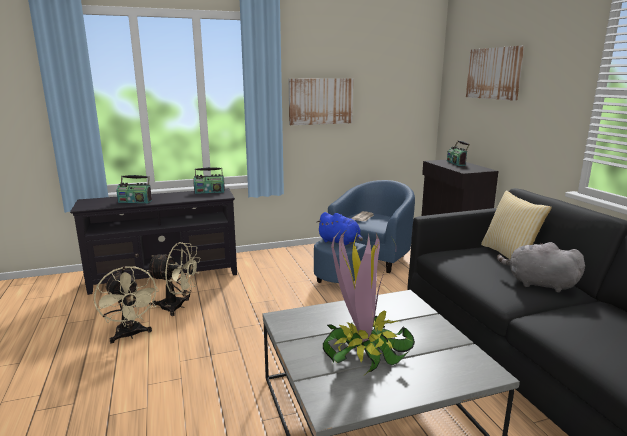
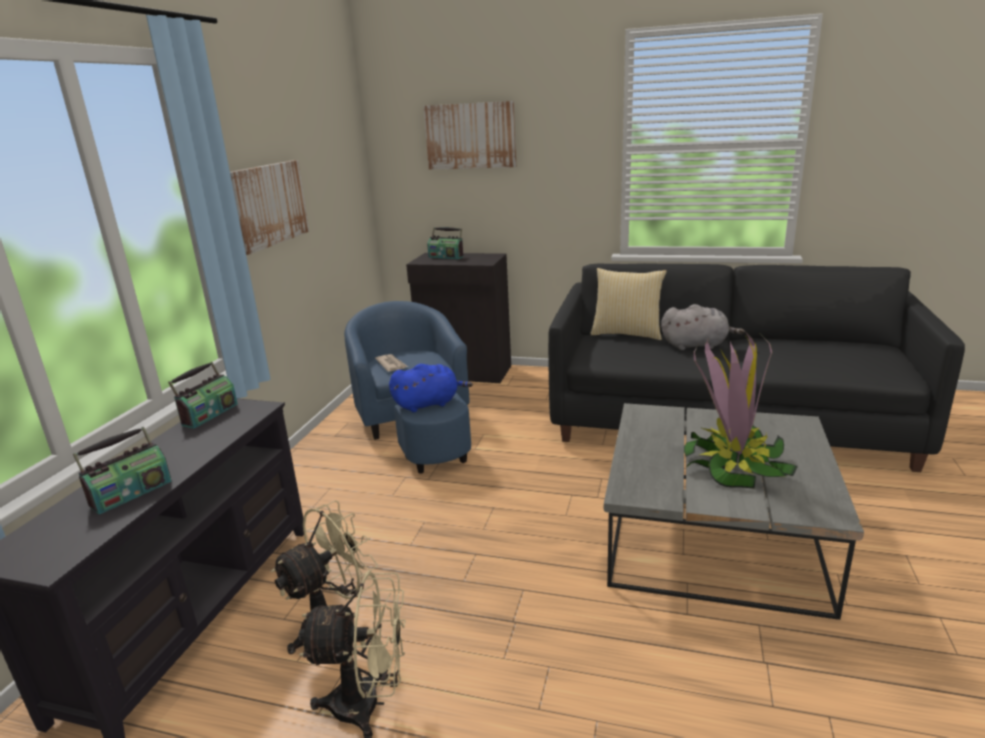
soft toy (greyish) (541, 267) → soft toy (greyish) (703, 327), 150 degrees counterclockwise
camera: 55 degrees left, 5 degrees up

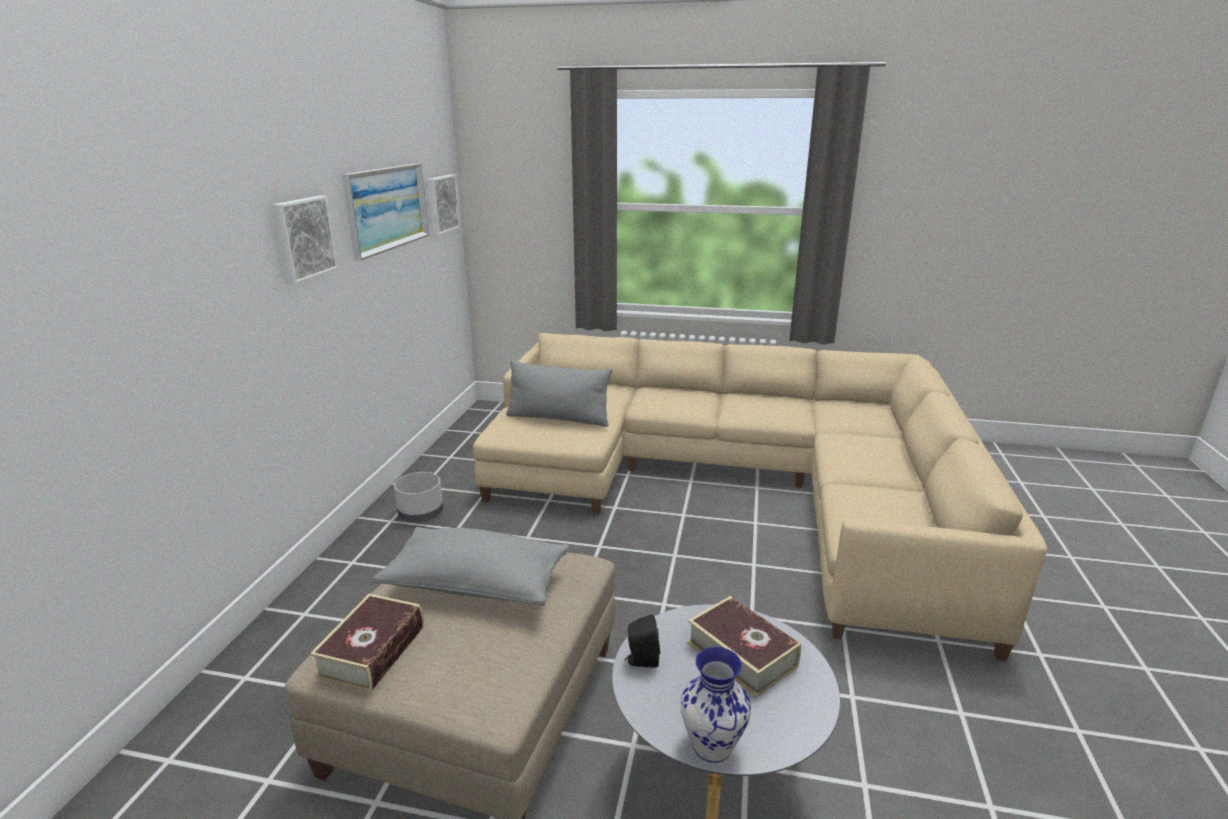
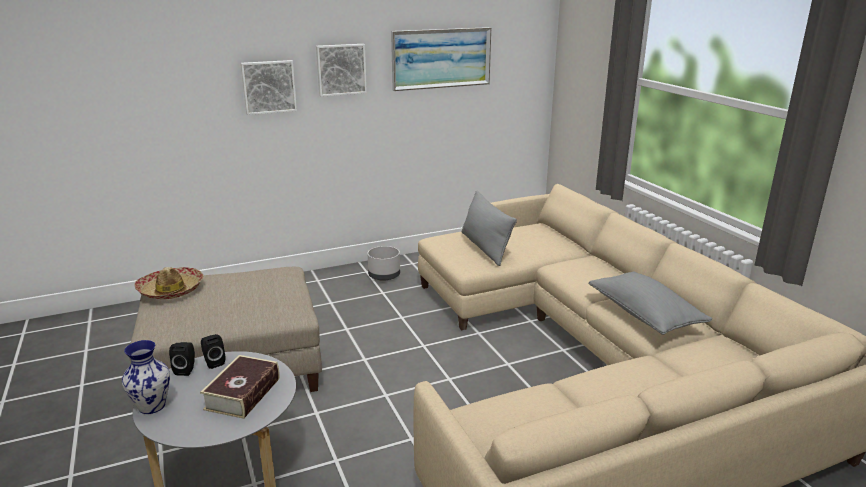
wall art (443, 205) → wall art (269, 87), moved
pillow (greyish) (471, 566) → pillow (greyish) (650, 303), moved
volume (367, 643) → wearable hat (169, 283)
- → speaker (black-coloured) (182, 359)
camera: 55 degrees right, 0 degrees up

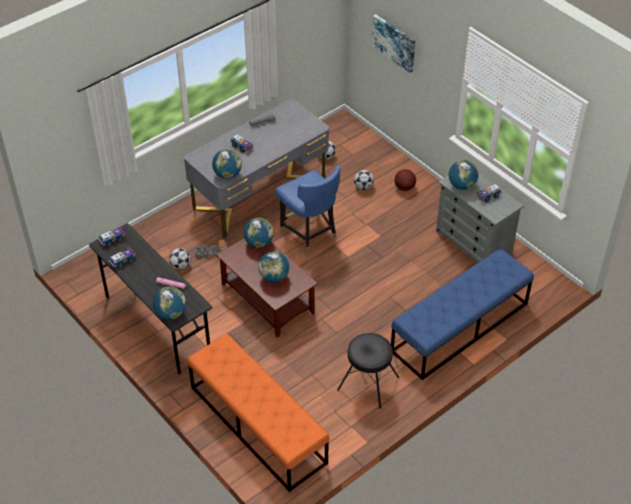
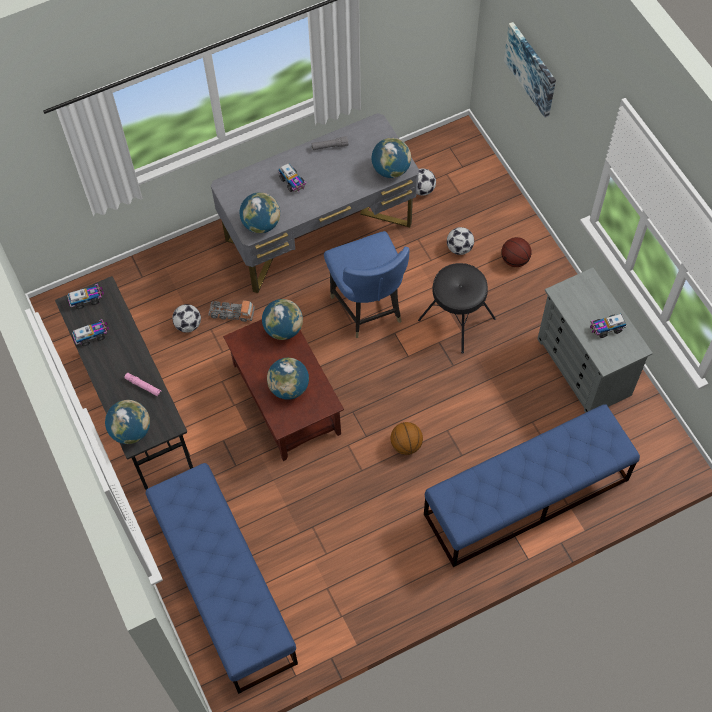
desk globe (464, 175) → desk globe (391, 158), moved
sitting stool (black-coloured) (368, 371) → sitting stool (black-coloured) (457, 308), moved
long seat (orangey) (258, 413) → long seat (blue) (221, 578)
- → basketball (407, 438)
camera: 15 degrees right, 15 degrees up

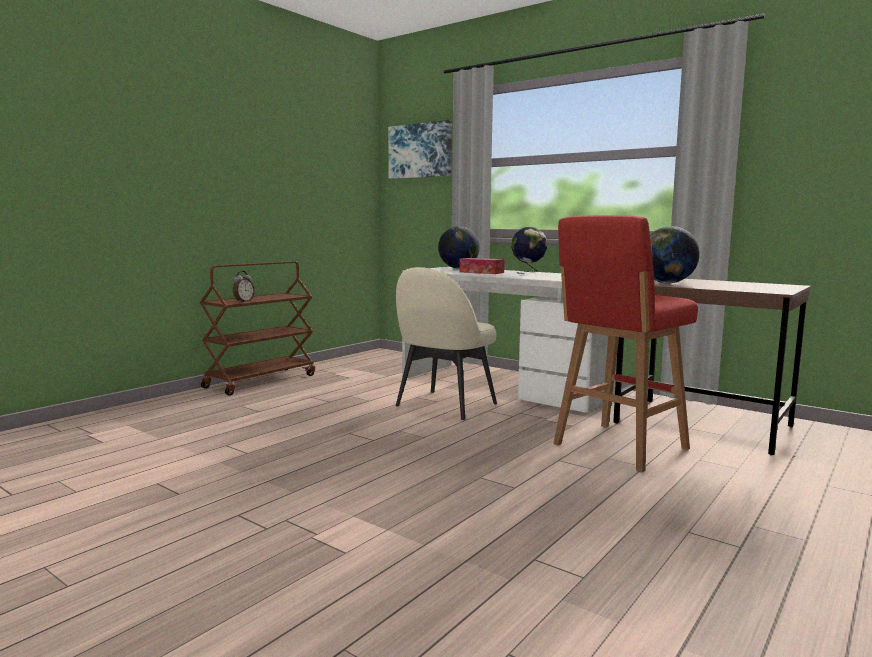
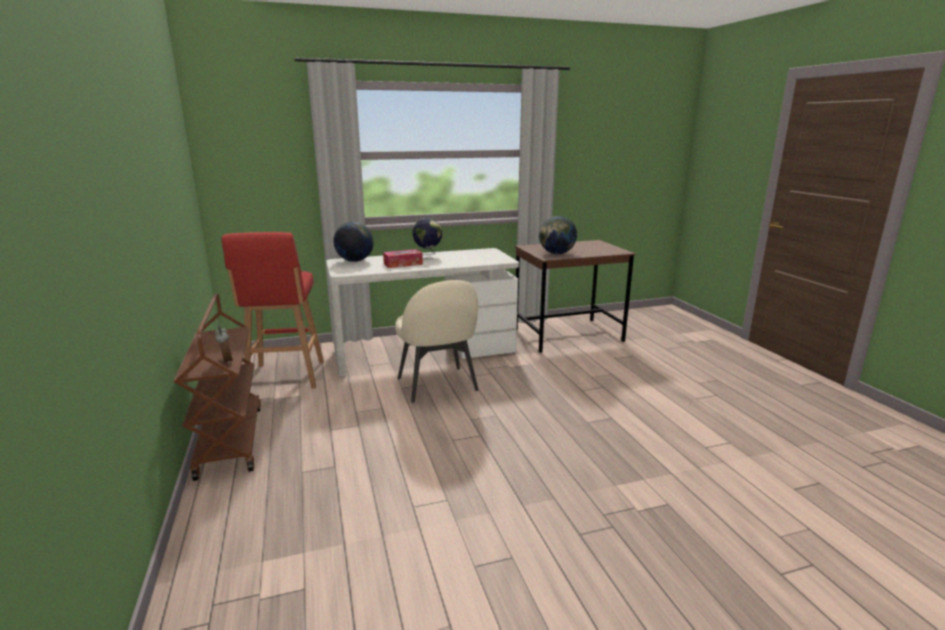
wall art (420, 149) → -
sitting stool (red-coloured) (625, 343) → sitting stool (red-coloured) (273, 310), moved
camera: 55 degrees left, 10 degrees up

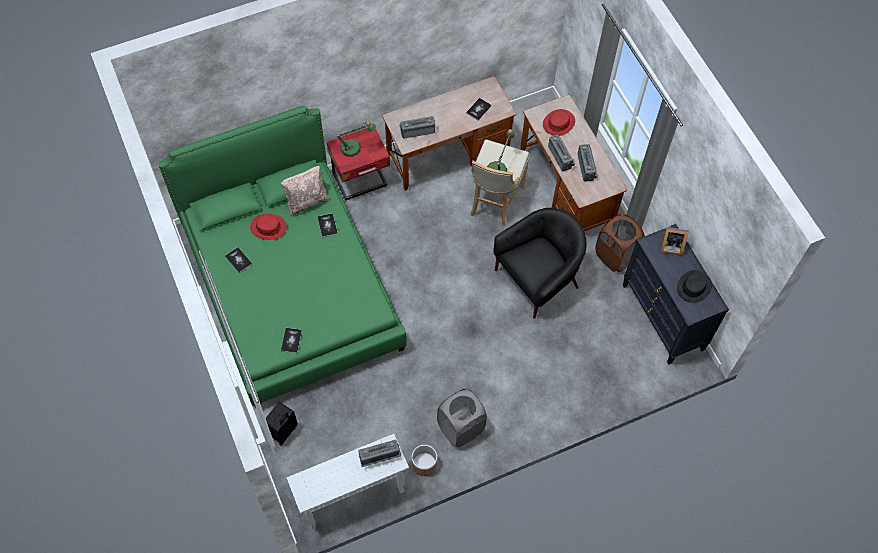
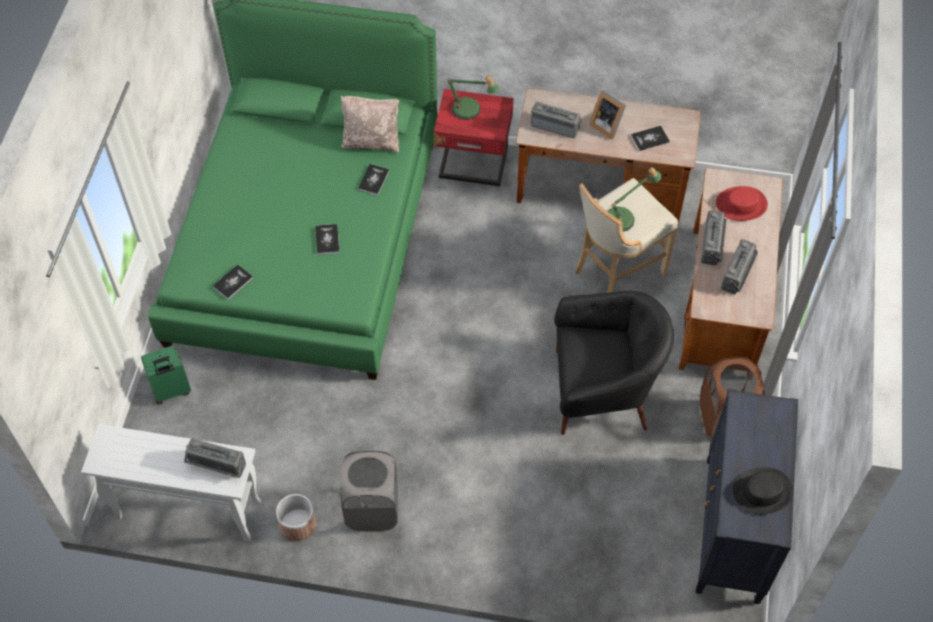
wearable hat (red-coloured) (268, 227) → -
picture frame (674, 241) → picture frame (608, 115), moved
volume (238, 260) → volume (327, 239), moved
piece of luggage (black-coloured) (282, 424) → piece of luggage (green-coloured) (166, 375)
camera: 35 degrees right, 5 degrees down

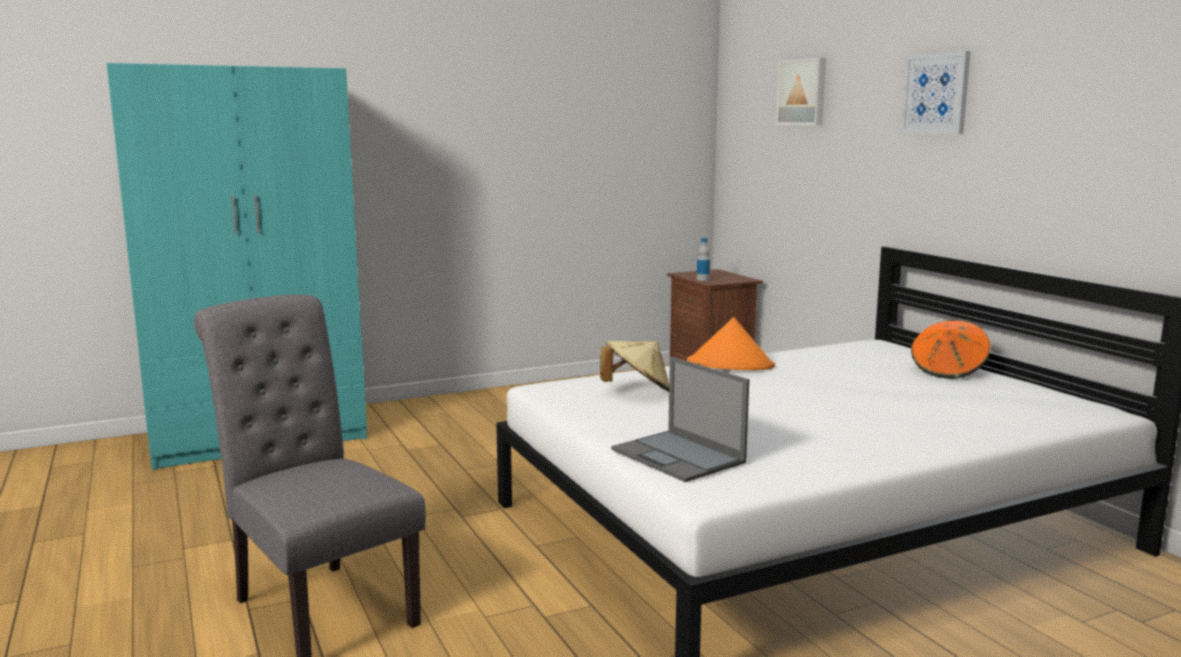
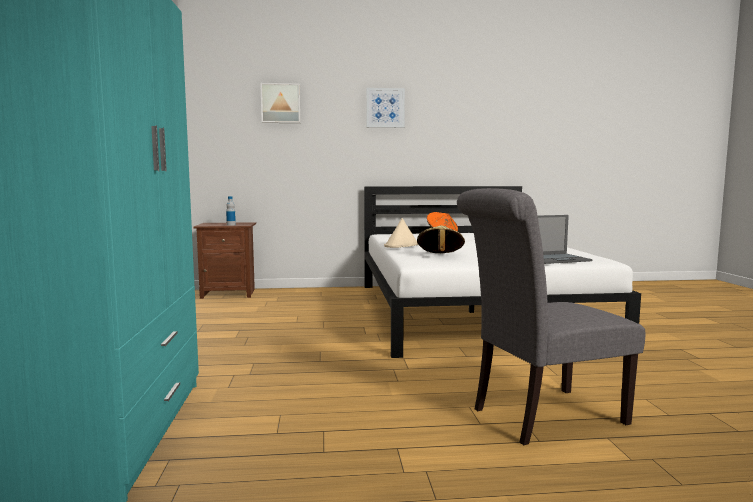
wearable hat (orangey) (731, 343) → wearable hat (beige-coloured) (401, 233)
camera: 70 degrees left, 5 degrees down

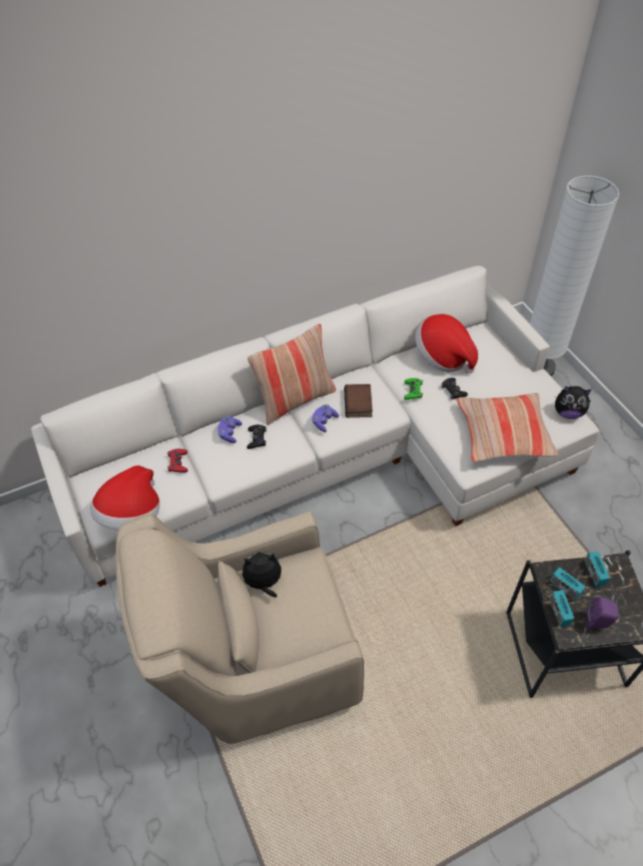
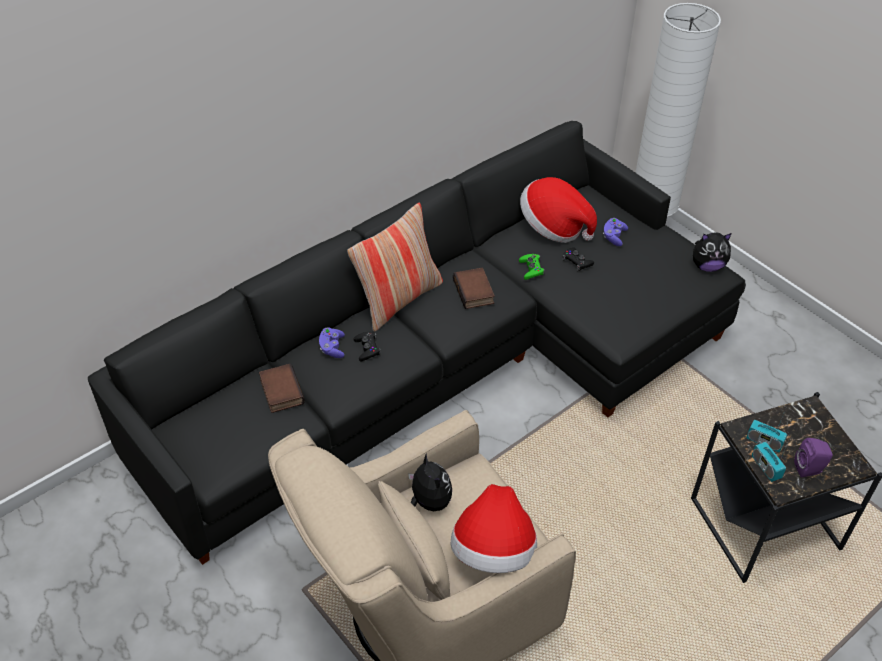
settee (white) (315, 426) → settee (black-coloured) (417, 343)
pillow (507, 427) → -
joypad (purple) (325, 418) → joypad (purple) (615, 232), moved
joypad (red-coloured) (177, 461) → volume (282, 388)
wearable hat (125, 497) → wearable hat (494, 528), moved
soft toy (261, 574) → soft toy (430, 482), 90 degrees clockwise
radio set (600, 569) → -
camera: 15 degrees left, 5 degrees down

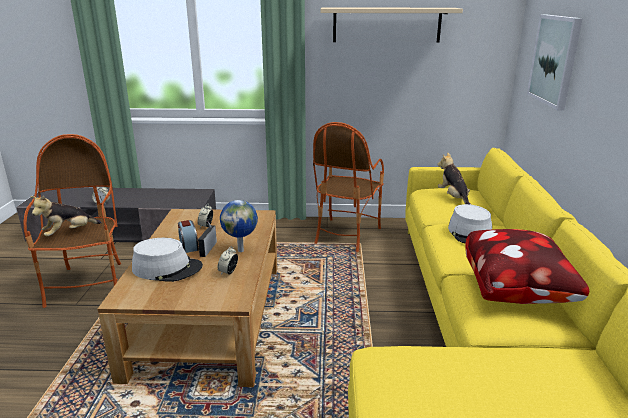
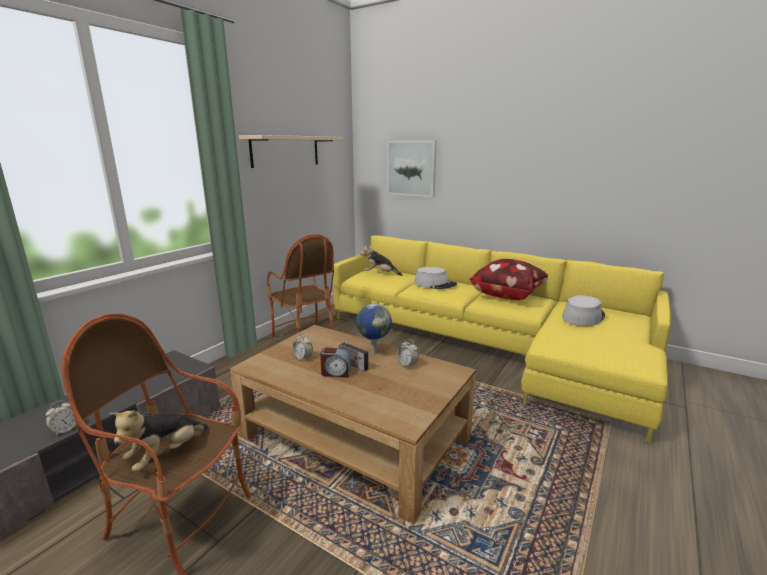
soft toy (66, 216) → soft toy (158, 441), 45 degrees clockwise
wearable hat (greyish) (167, 260) → wearable hat (greyish) (583, 310), moved
camera: 60 degrees left, 5 degrees down

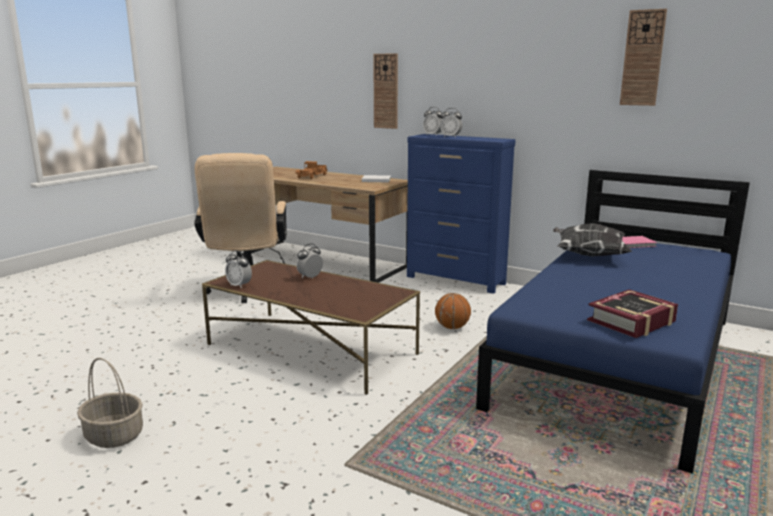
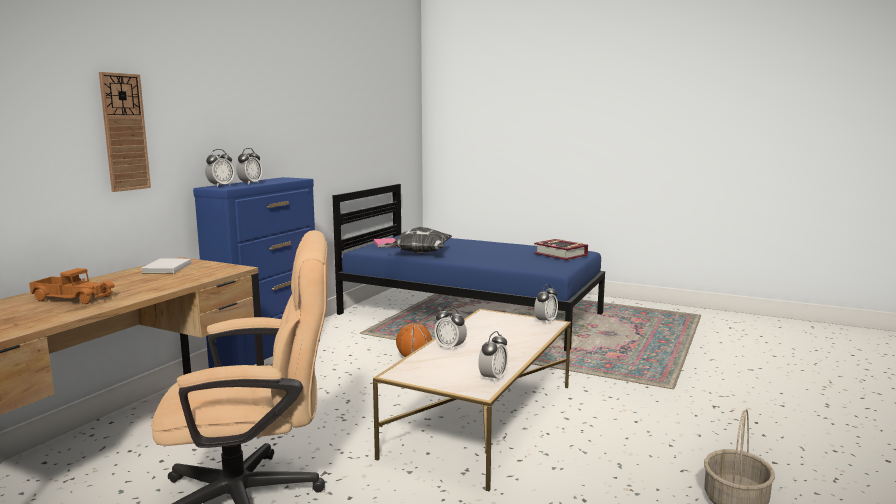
clock on the wall (643, 57) → -
lounge table (brown) (311, 327) → lounge table (white) (472, 400)
- → alarm clock (546, 304)
camera: 95 degrees left, 5 degrees down

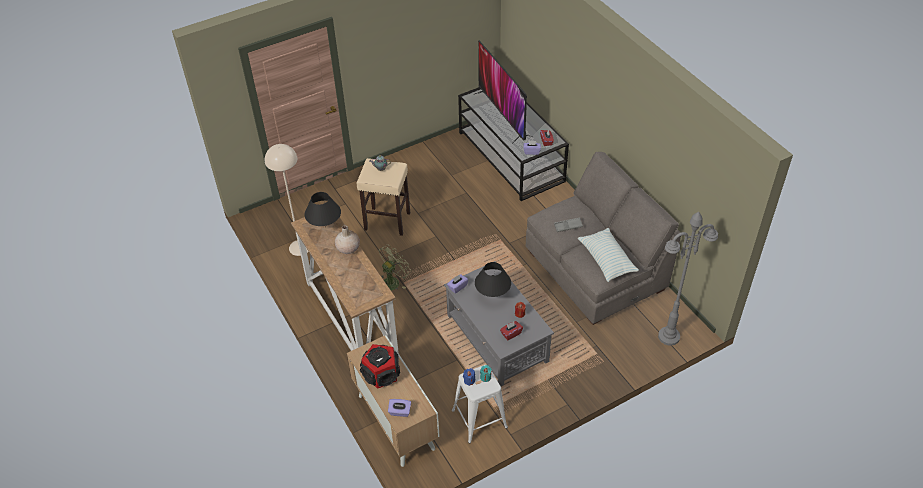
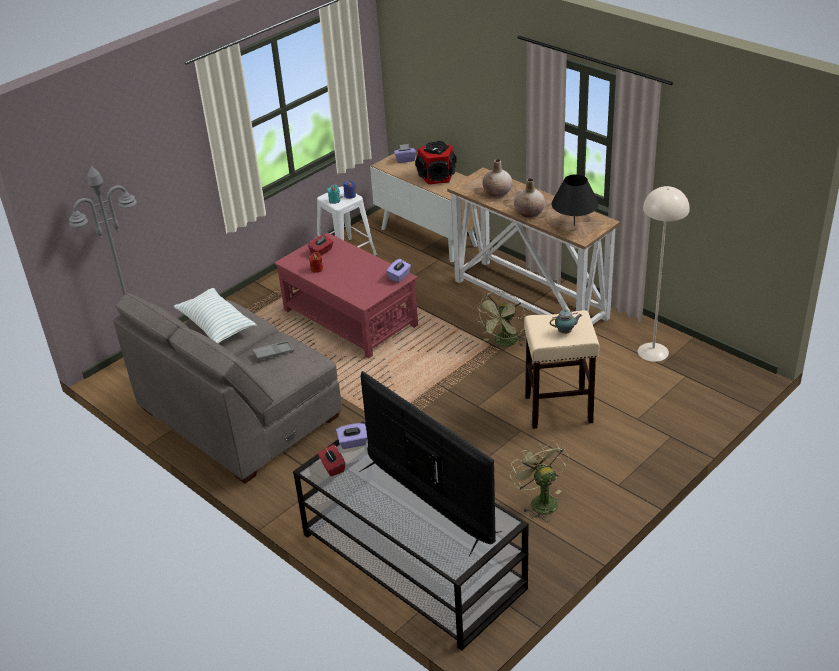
lounge table (greyish) (499, 323) → lounge table (red-coloured) (346, 295)
tabletop lamp (black-coloured) (493, 279) → -
- → decorative vase (beige-coloured) (497, 178)
- → cooling fan (green-coloured) (539, 481)
camera: 165 degrees right, 10 degrees down

